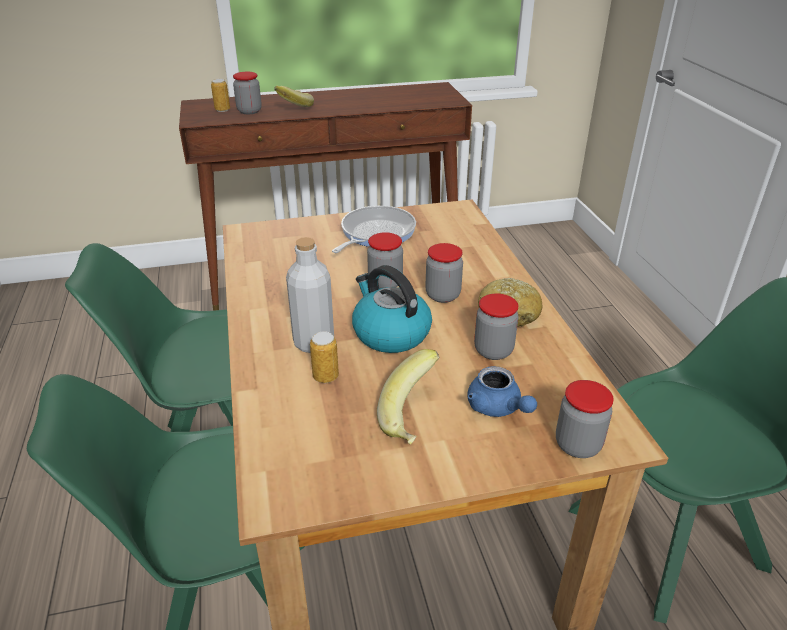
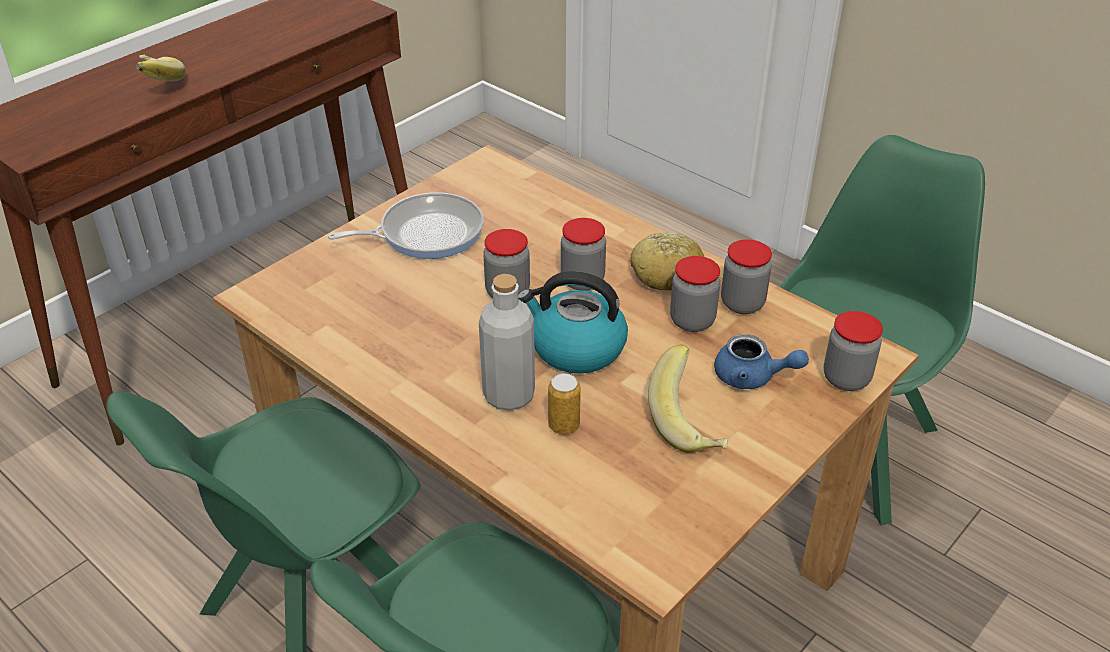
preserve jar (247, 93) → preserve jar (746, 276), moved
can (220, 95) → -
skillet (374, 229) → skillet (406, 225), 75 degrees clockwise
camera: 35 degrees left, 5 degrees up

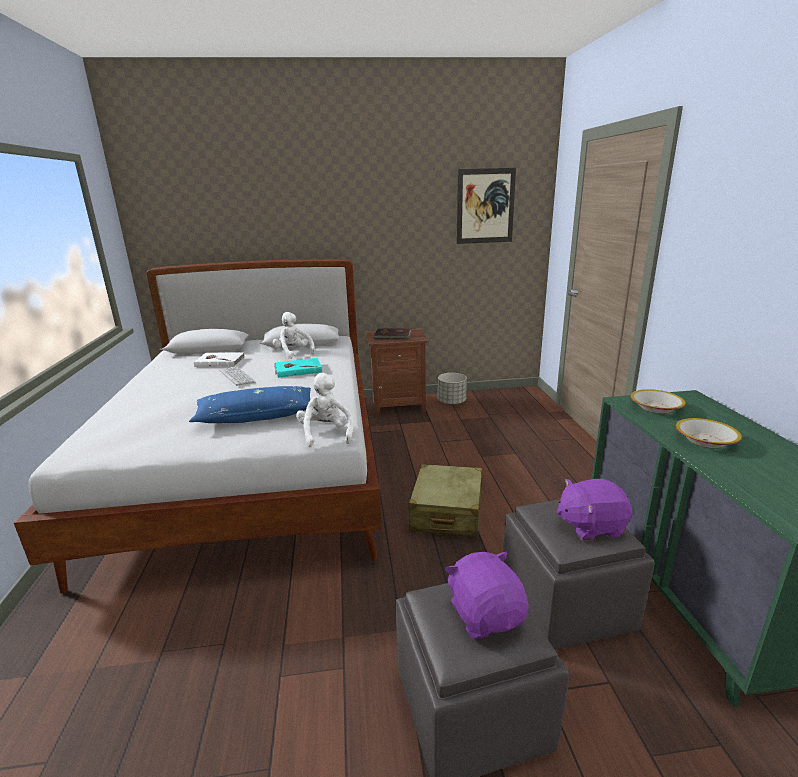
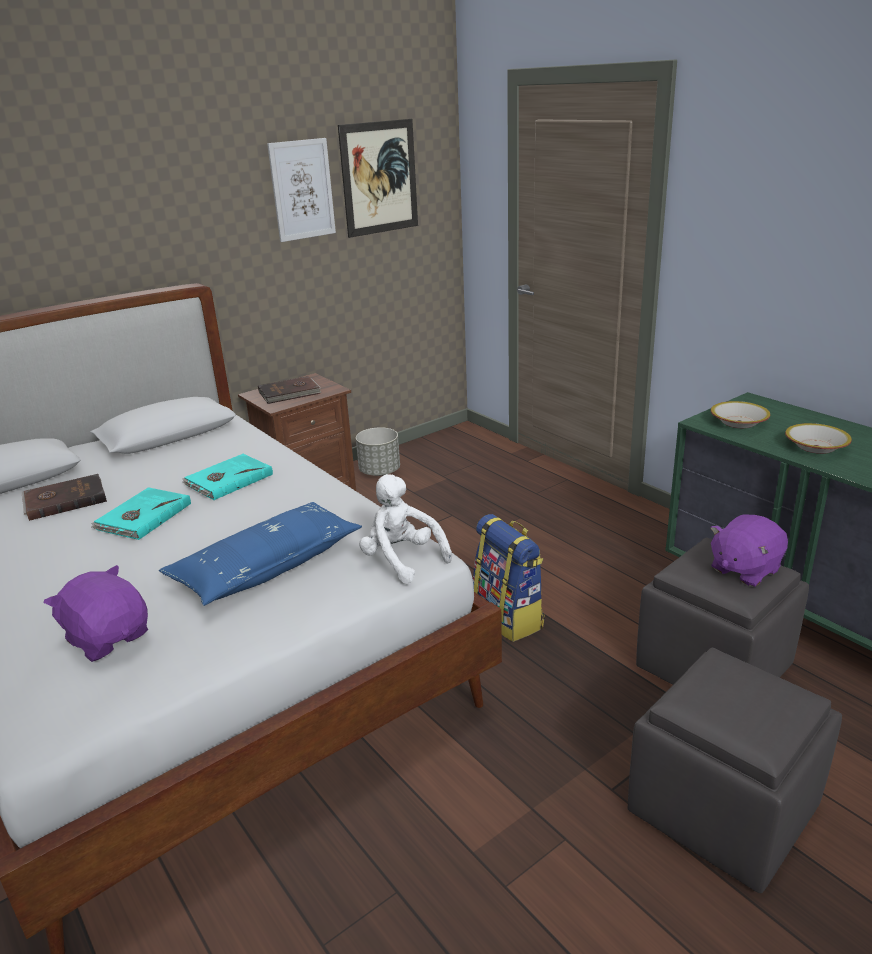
soft toy (white) (294, 335) → -
volume (white) (219, 359) → volume (brown) (64, 497)
computer keyboard (237, 376) → volume (turquoise-coloured) (141, 513)
piece of luggage (beige-coloured) (445, 500) → rucksack (509, 578)
soft toy (purple) (487, 595) → soft toy (purple) (96, 613), moved
- → wall art (301, 190)
camera: 30 degrees left, 5 degrees up

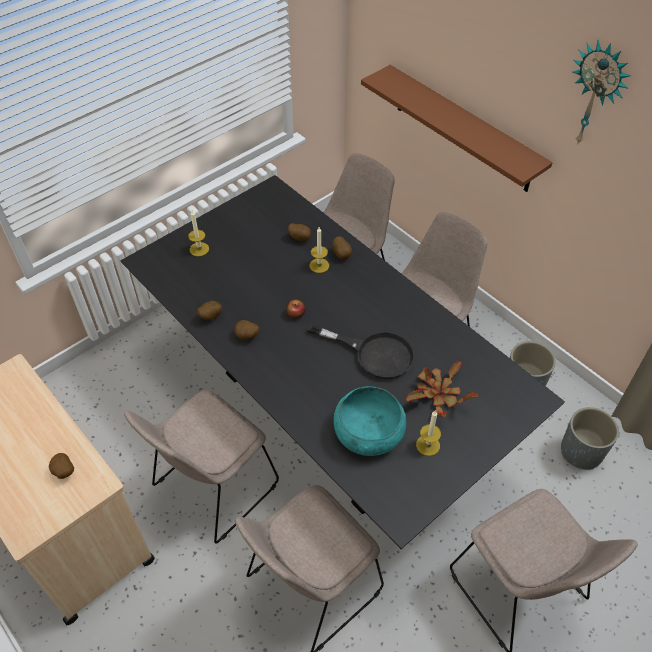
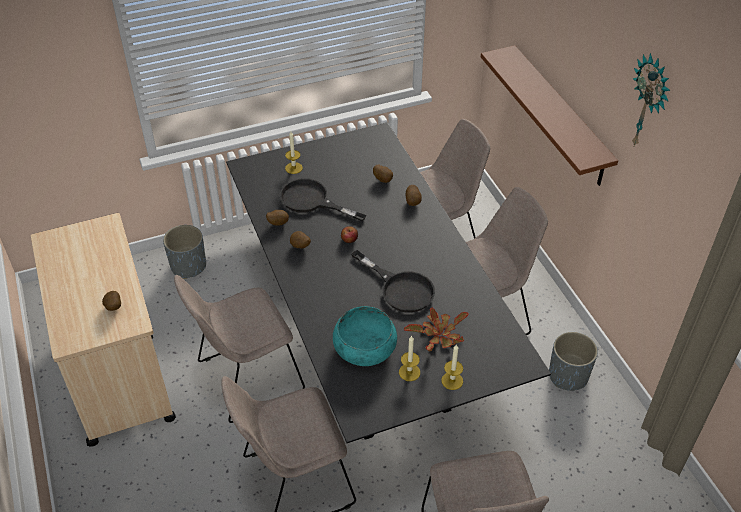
wax light (319, 250) → wax light (452, 367), moved
flower pot (greyish) (590, 438) → flower pot (greyish) (184, 252), moved
- → skillet (black-coloured) (323, 200)
camera: 20 degrees right, 5 degrees down

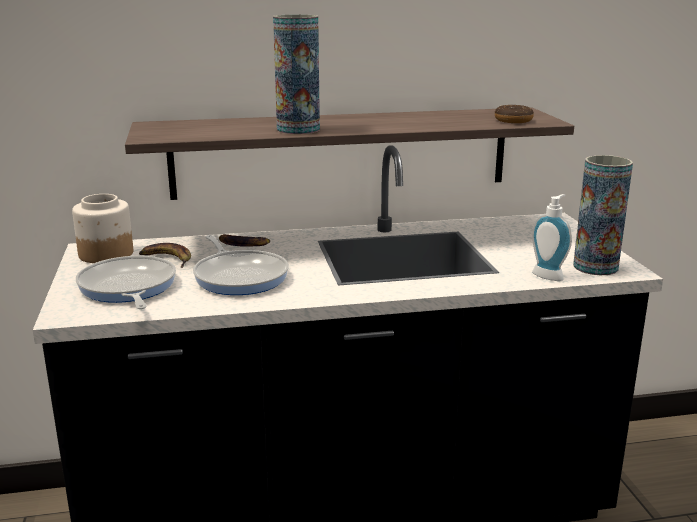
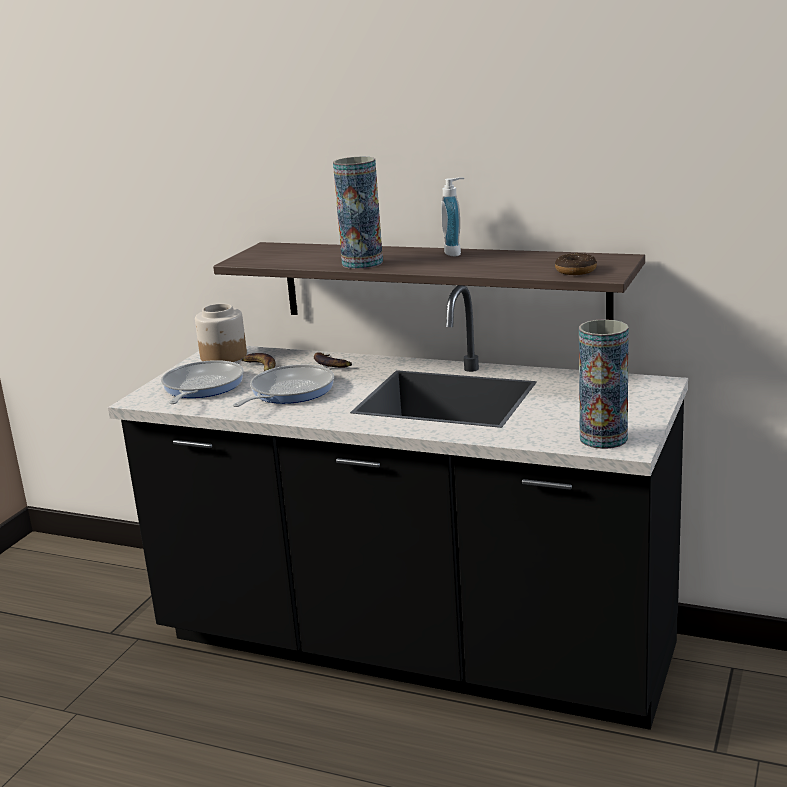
soap dispenser (552, 237) → soap dispenser (452, 216), moved
skillet (241, 265) → skillet (283, 385), 150 degrees counterclockwise
camera: 35 degrees right, 0 degrees up

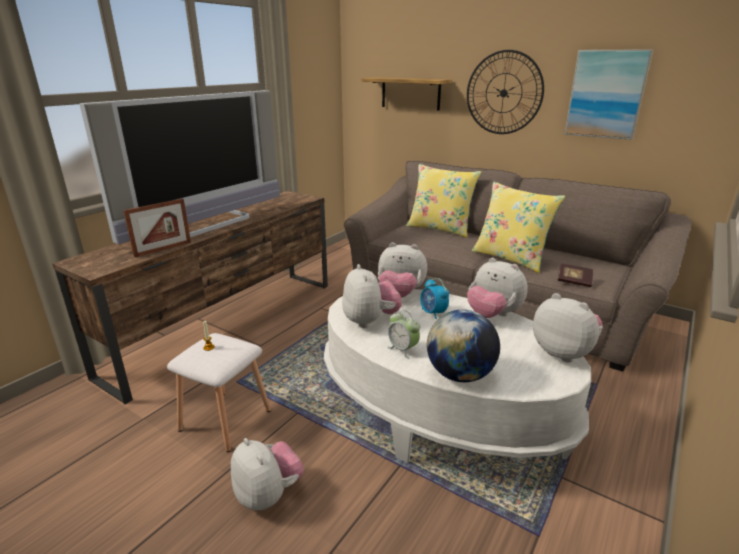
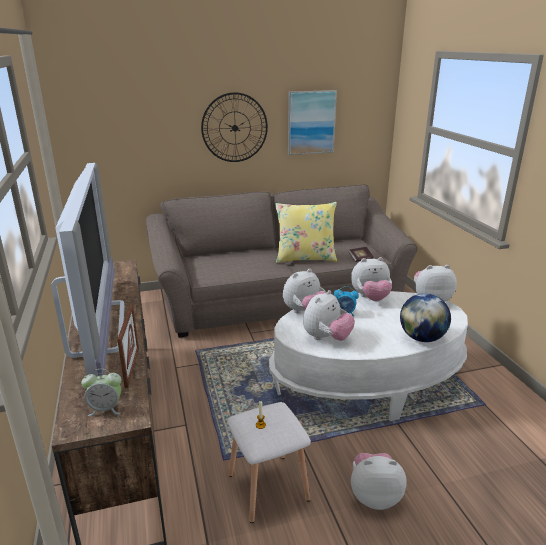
shelf (406, 94) → -
pillow (yellow-coloured) (444, 201) → -
soft toy (372, 296) → soft toy (329, 315), 105 degrees clockwise
alarm clock (403, 334) → alarm clock (101, 392), moved
camera: 50 degrees left, 0 degrees up

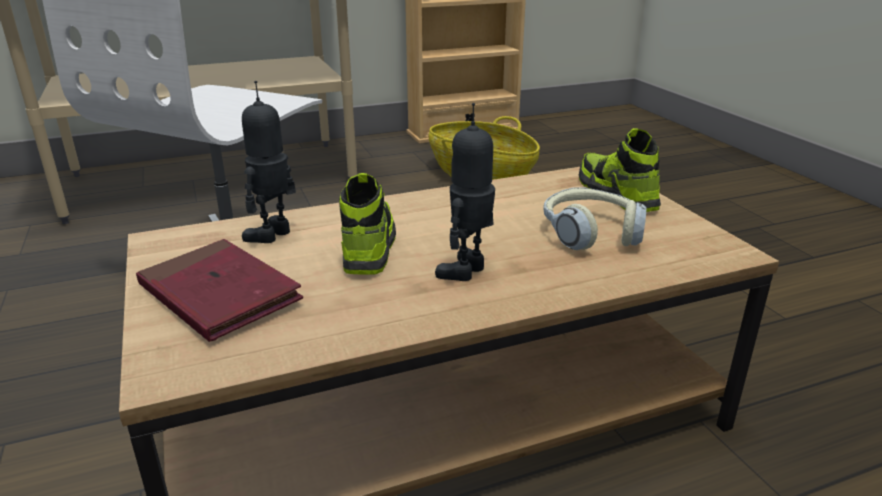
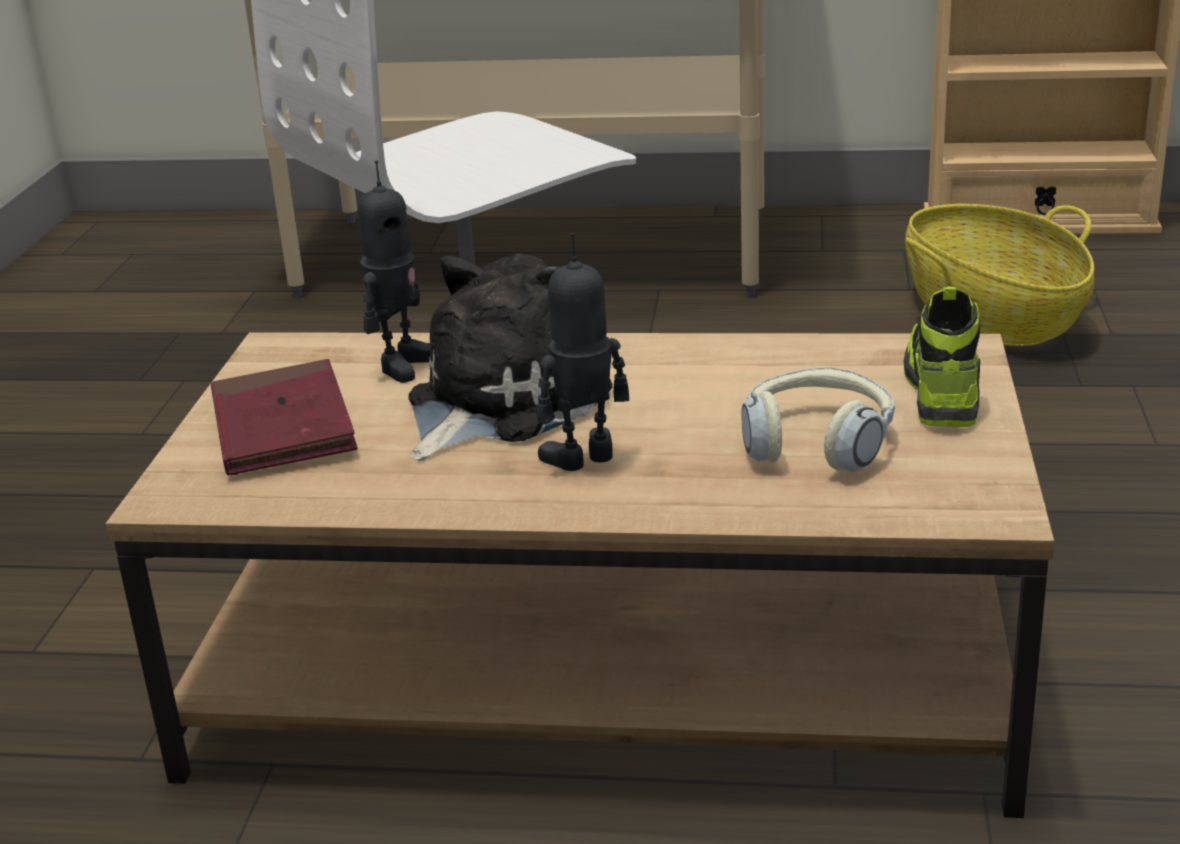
toy robot (269, 162) → toy robot (394, 271), 150 degrees clockwise
low shoe (367, 224) → soft toy (510, 357)
camera: 30 degrees right, 0 degrees up

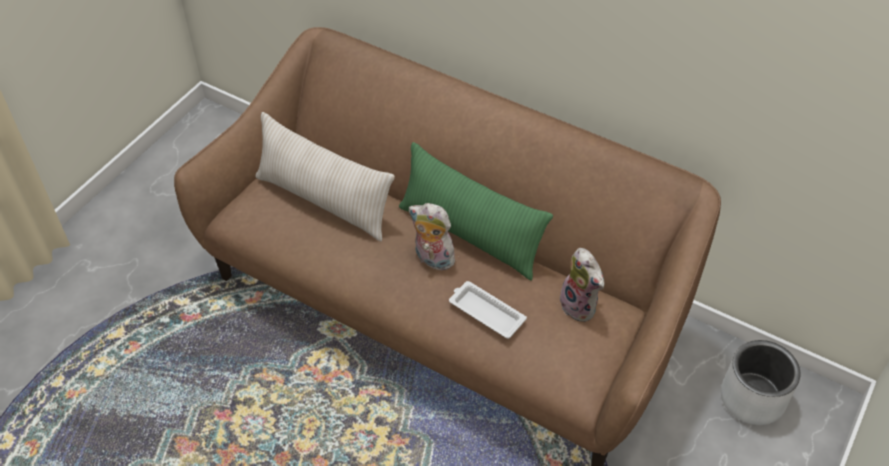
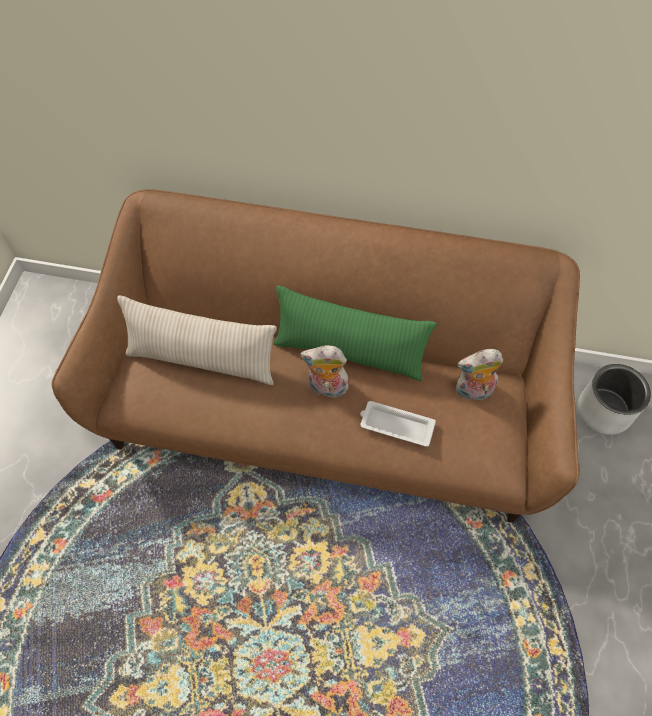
soft toy (582, 285) → soft toy (479, 374), 135 degrees clockwise
camera: 20 degrees left, 10 degrees up

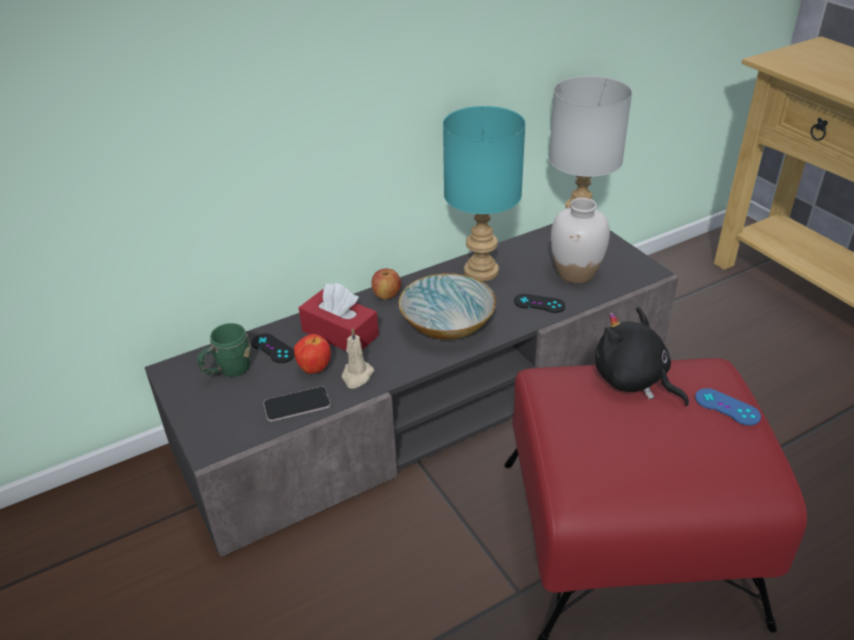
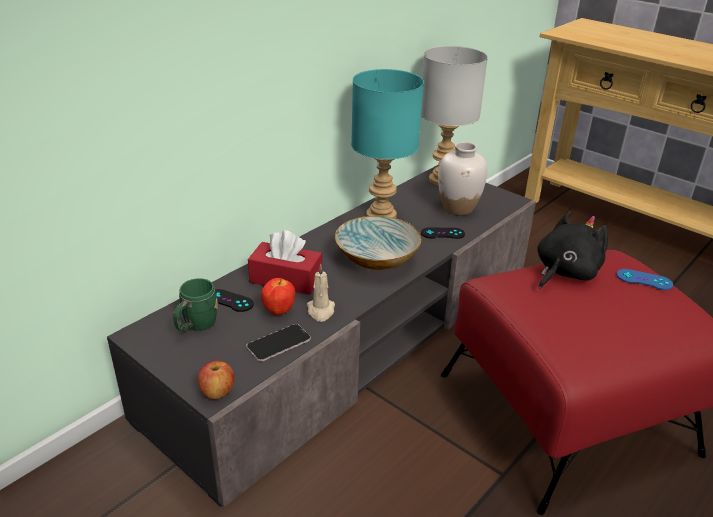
whole apple (386, 284) → whole apple (216, 379), moved
soft toy (black-coloured) (642, 356) → soft toy (black-coloured) (573, 250), 105 degrees clockwise
camera: 20 degrees left, 5 degrees down

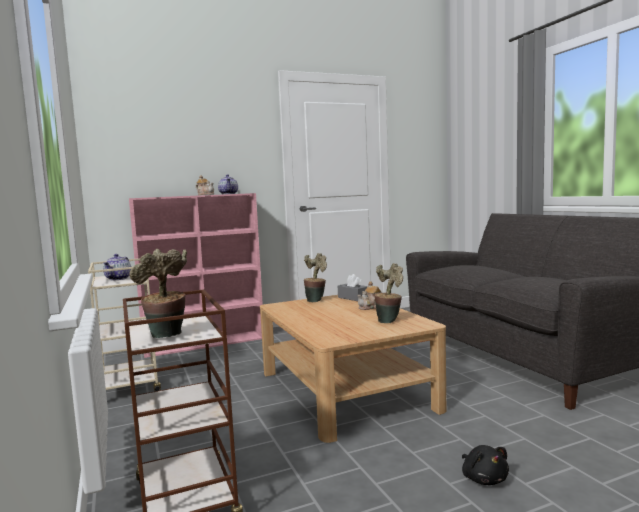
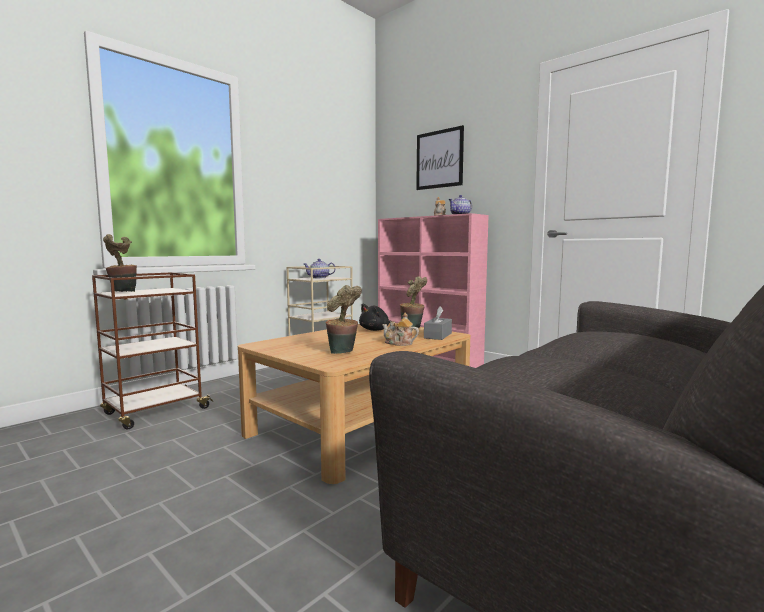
soft toy (black-coloured) (485, 465) → soft toy (black-coloured) (375, 317), moved
- → wall art (440, 157)
camera: 65 degrees right, 0 degrees up

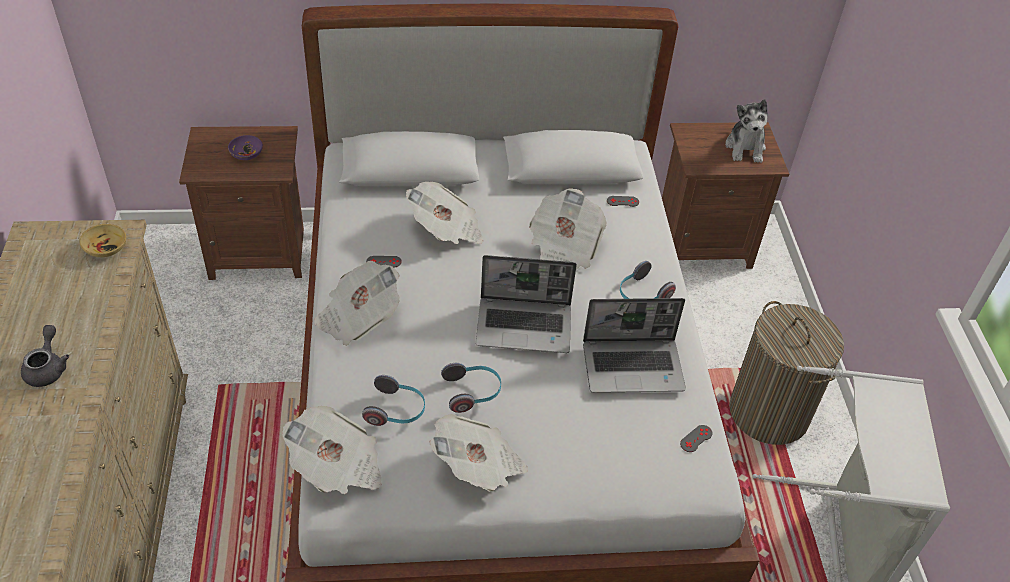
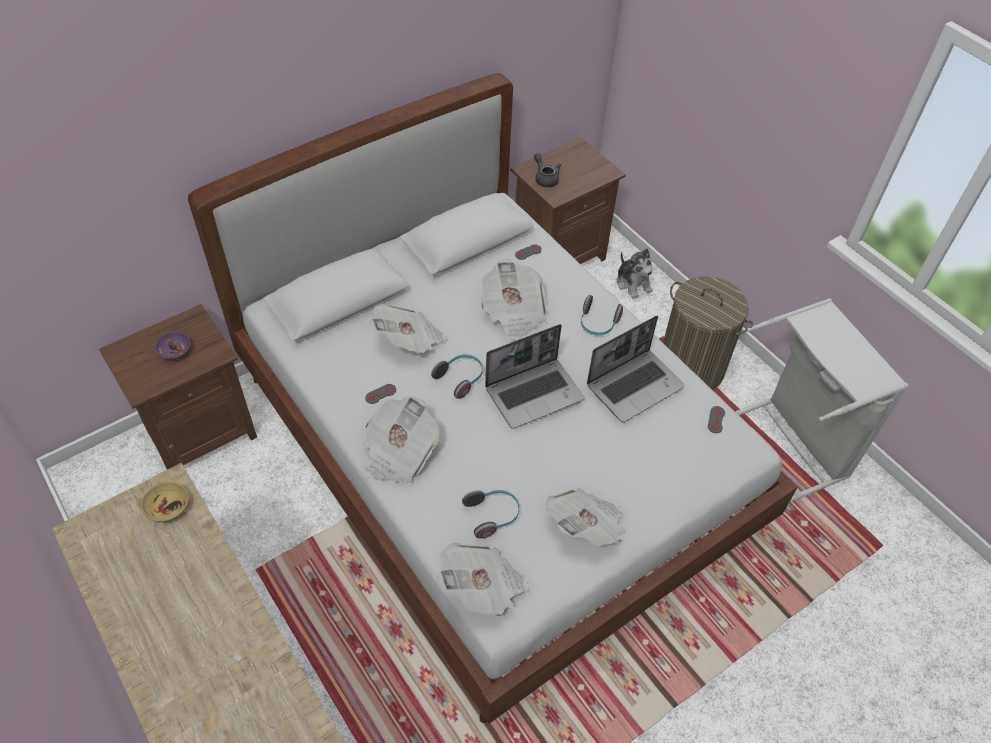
soft toy (746, 131) → soft toy (634, 273), moved
teapot (greyish) (45, 356) → teapot (greyish) (547, 170), moved
headphones (471, 388) → headphones (457, 376), moved
camera: 30 degrees left, 5 degrees up

